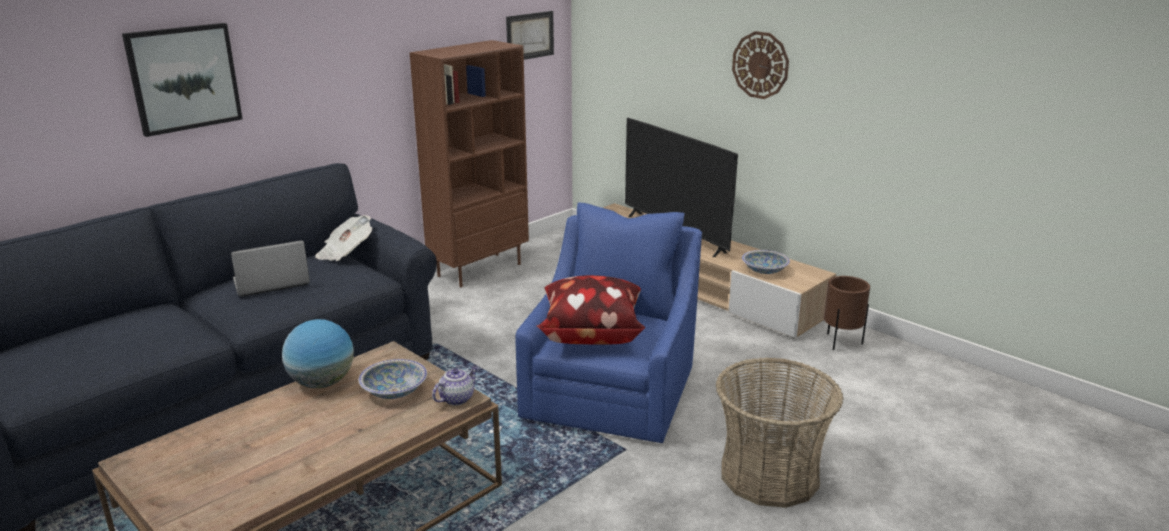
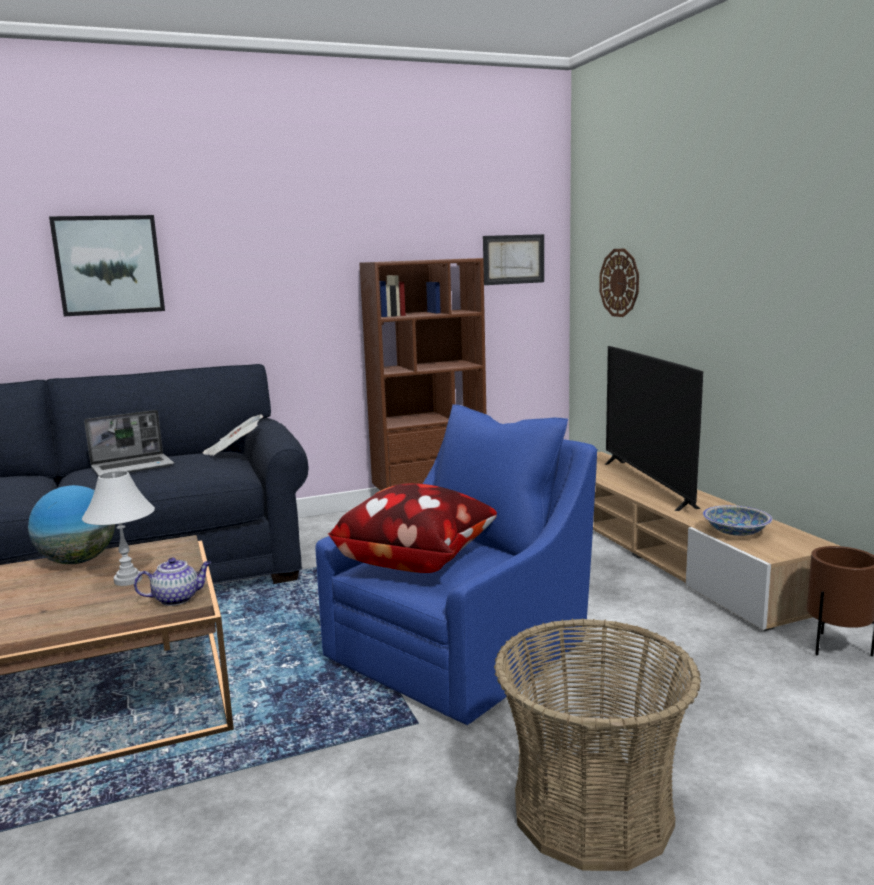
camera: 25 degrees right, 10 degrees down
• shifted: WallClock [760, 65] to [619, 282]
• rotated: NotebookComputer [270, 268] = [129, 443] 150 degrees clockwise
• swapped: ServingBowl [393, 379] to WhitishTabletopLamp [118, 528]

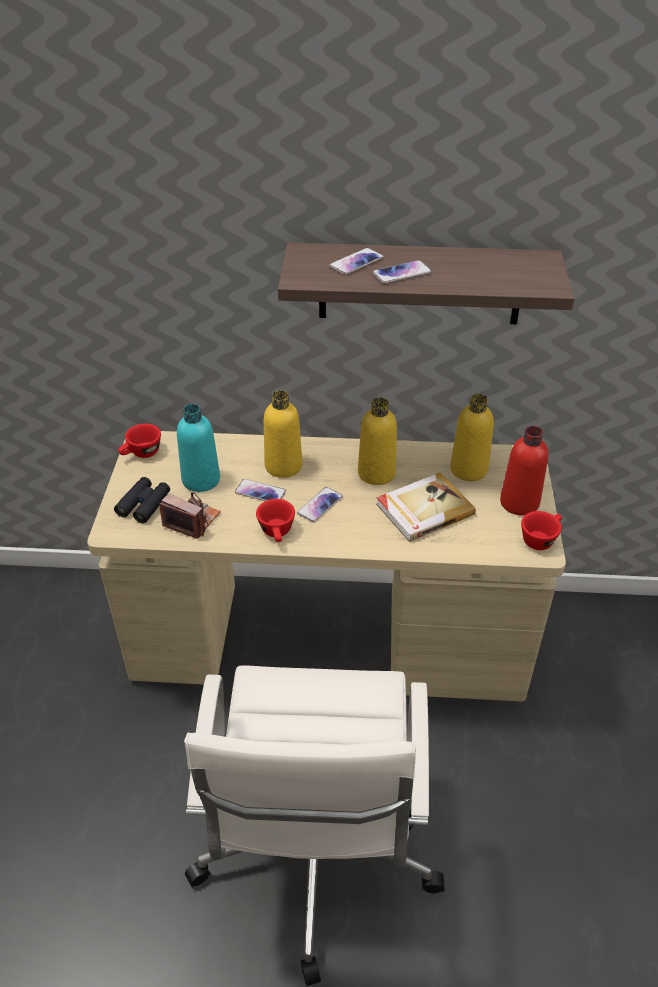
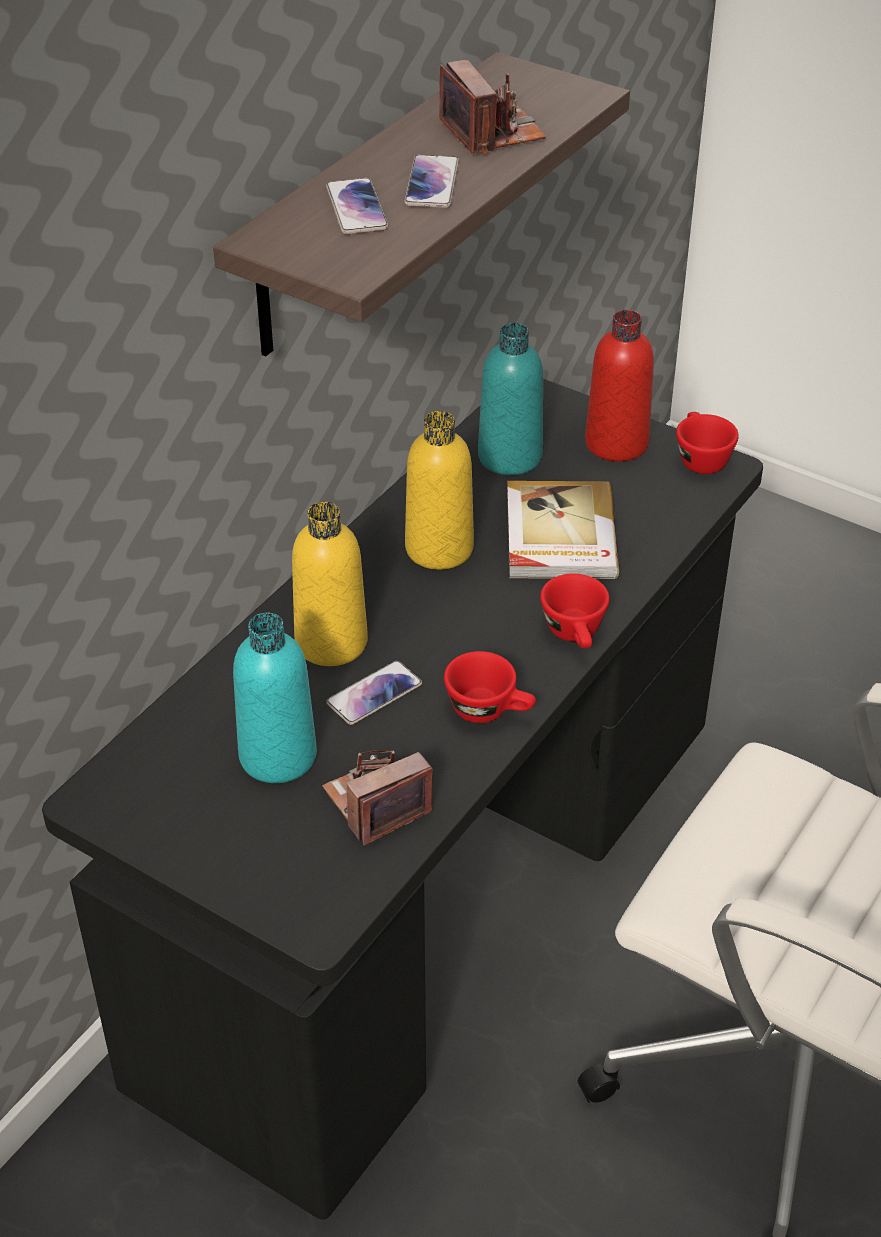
camera: 60 degrees left, 0 degrees up
• repainted: YellowishBeverageBottle [472, 437] to TurquoiseBeverageBottle [510, 399]
• shifted: RedColouredDrinkingCup [139, 441] to [575, 611]
• repainted: BeigeDesk [326, 566] to BlackishDesk [402, 799]
• gone: BlackishPairOfBinoculars [142, 500]
• gone: Telephone [320, 505]
• new: StillCamera [492, 107]

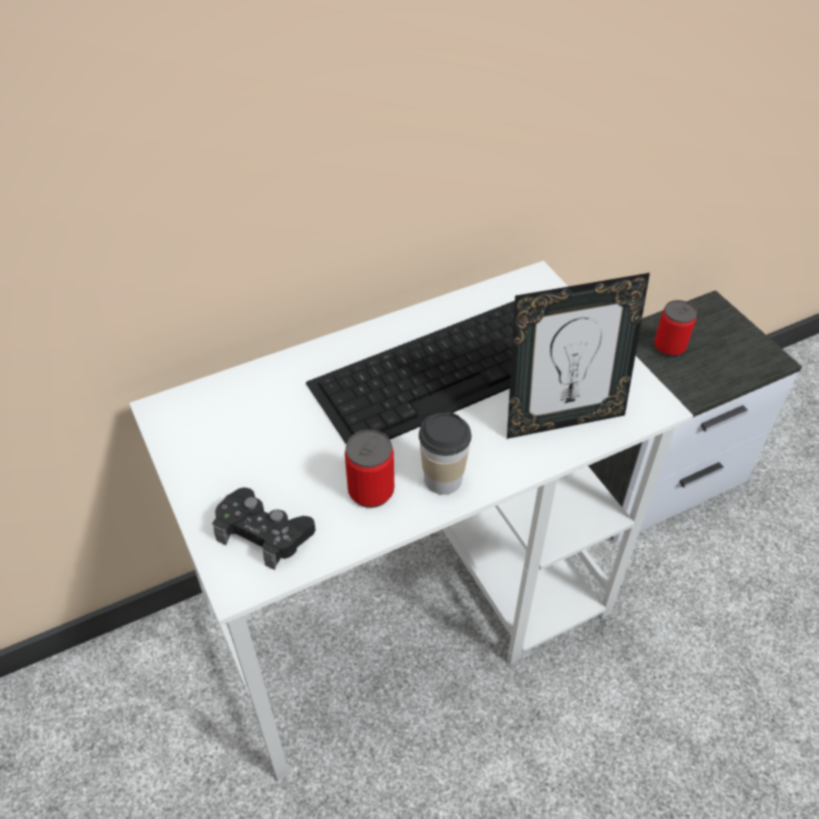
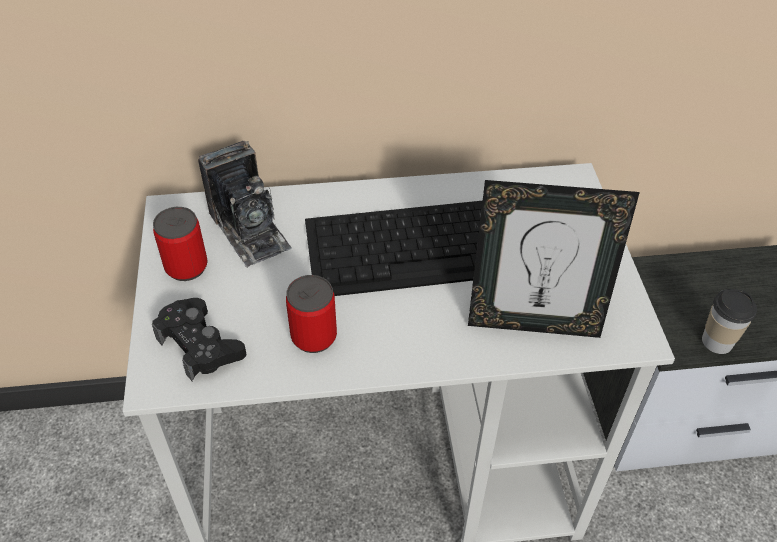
camera: 20 degrees right, 0 degrees up
• shifted: SealedCan [675, 328] to [180, 244]
• shifted: DrinkingCup [445, 453] to [729, 321]
• new: StillCamera [244, 204]

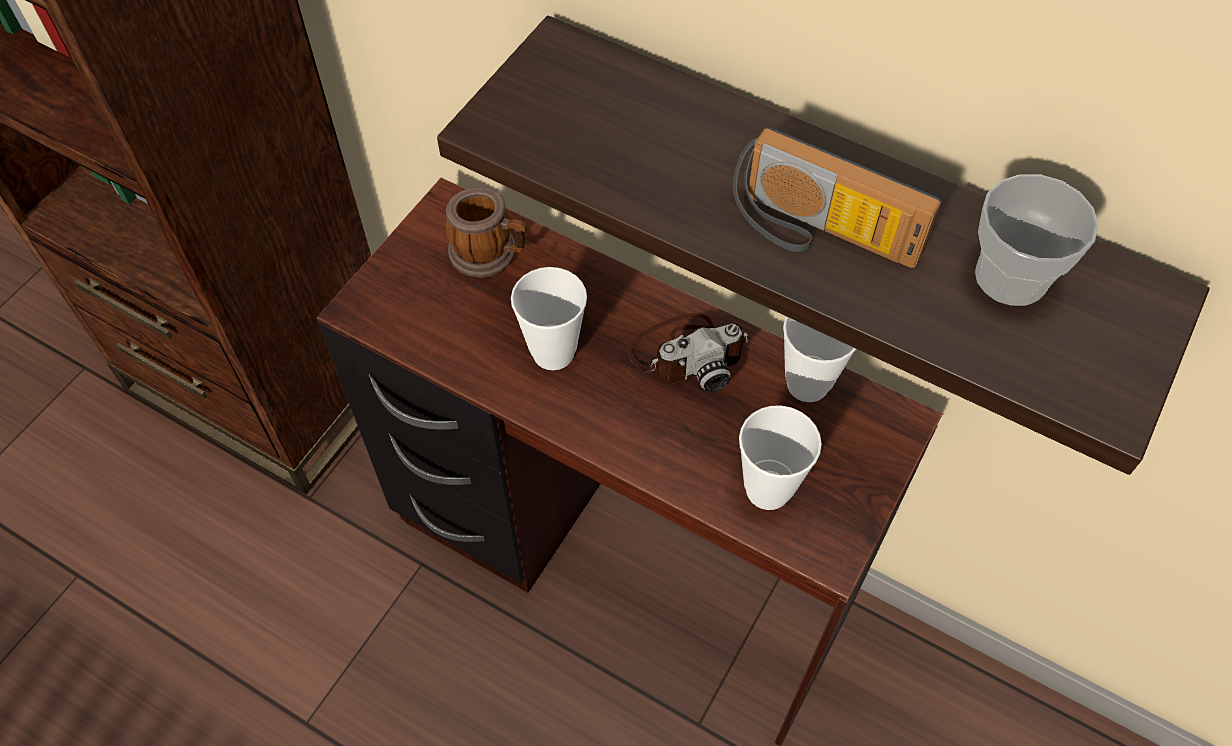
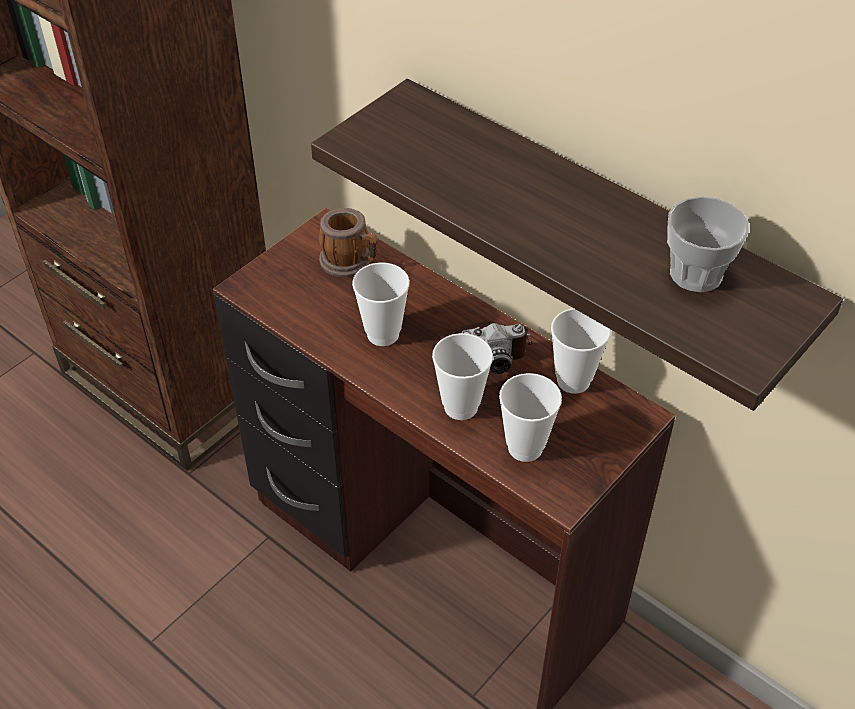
camera: 10 degrees right, 10 degrees down
• gone: RadioReceiver [837, 197]
• new: DrinkingCup [462, 376]

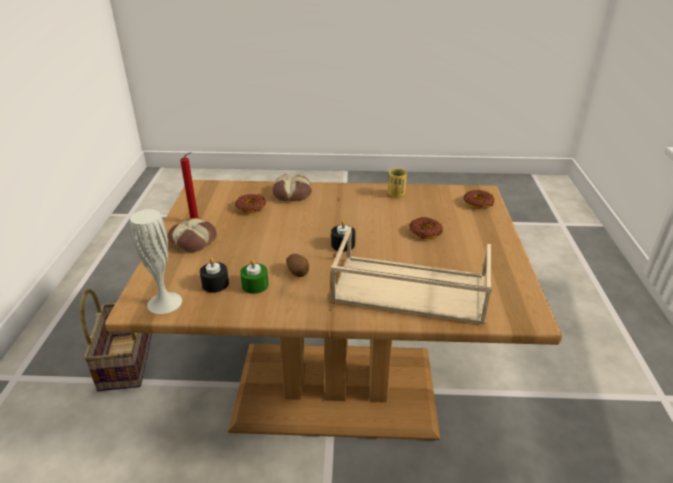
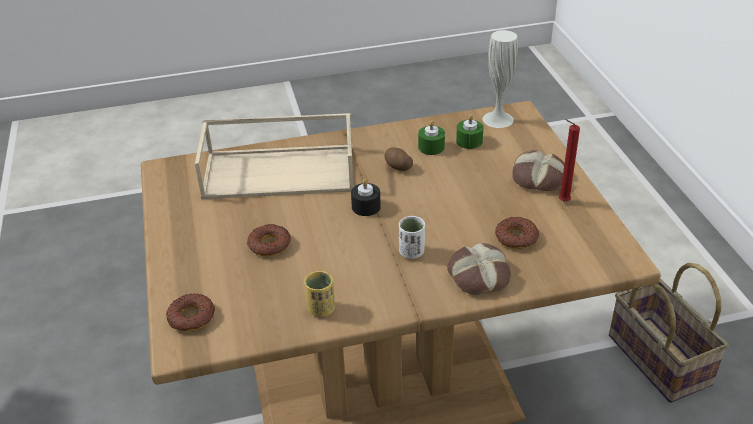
camera: 165 degrees right, 5 degrees up
• repainted: BlackishWaxLight [214, 275] to GreenWaxLight [470, 131]
• new: WhitishDrinkingCup [412, 237]

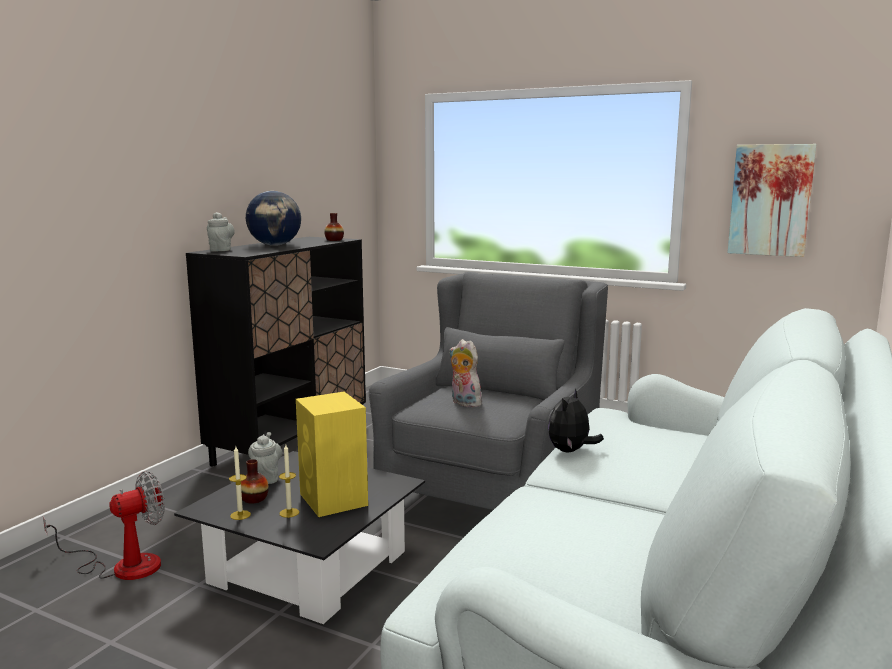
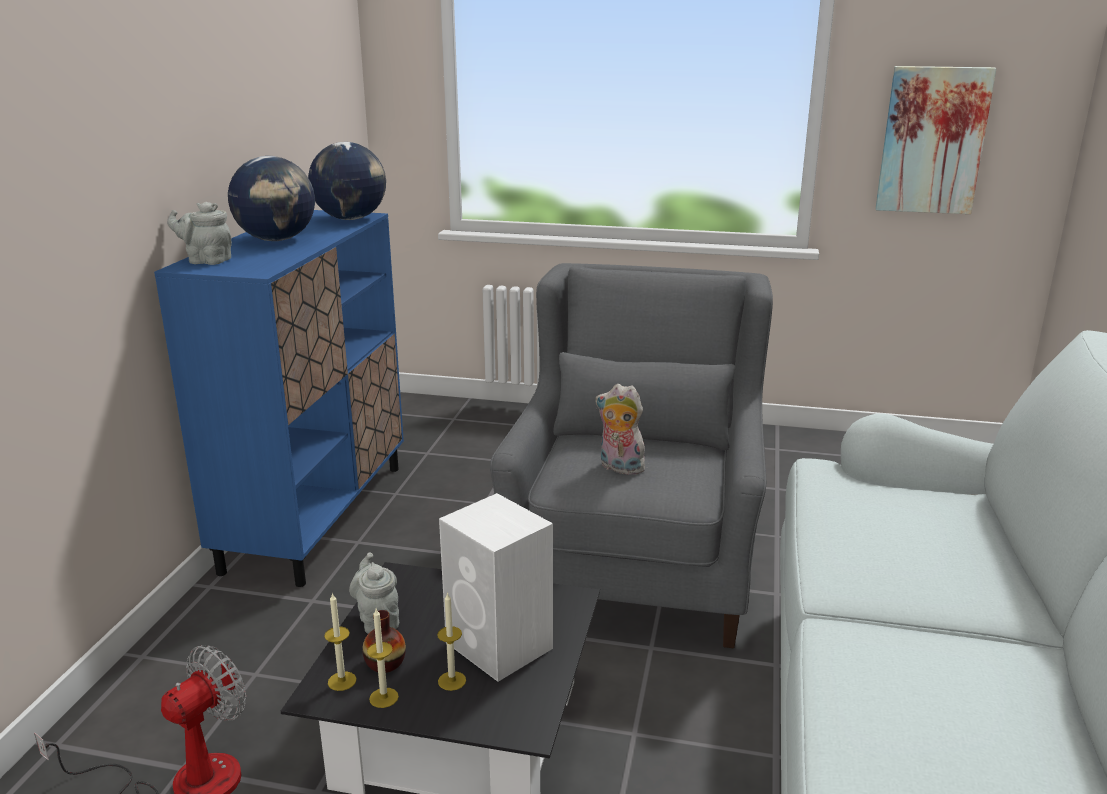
camera: 15 degrees left, 10 degrees up
• rotated: GrayTeapot [221, 232] = [199, 233] 60 degrees counterclockwise
• swapped: Vase [334, 227] to Globe [347, 181]
• repainted: BlackishCupboard [276, 351] to BlueColouredCupboard [279, 398]
• gone: CuddlyToy [576, 420]
• repainted: YellowishAudioSpeaker [332, 454] to WhitishAudioSpeaker [496, 587]
• new: WaxLight [340, 641]

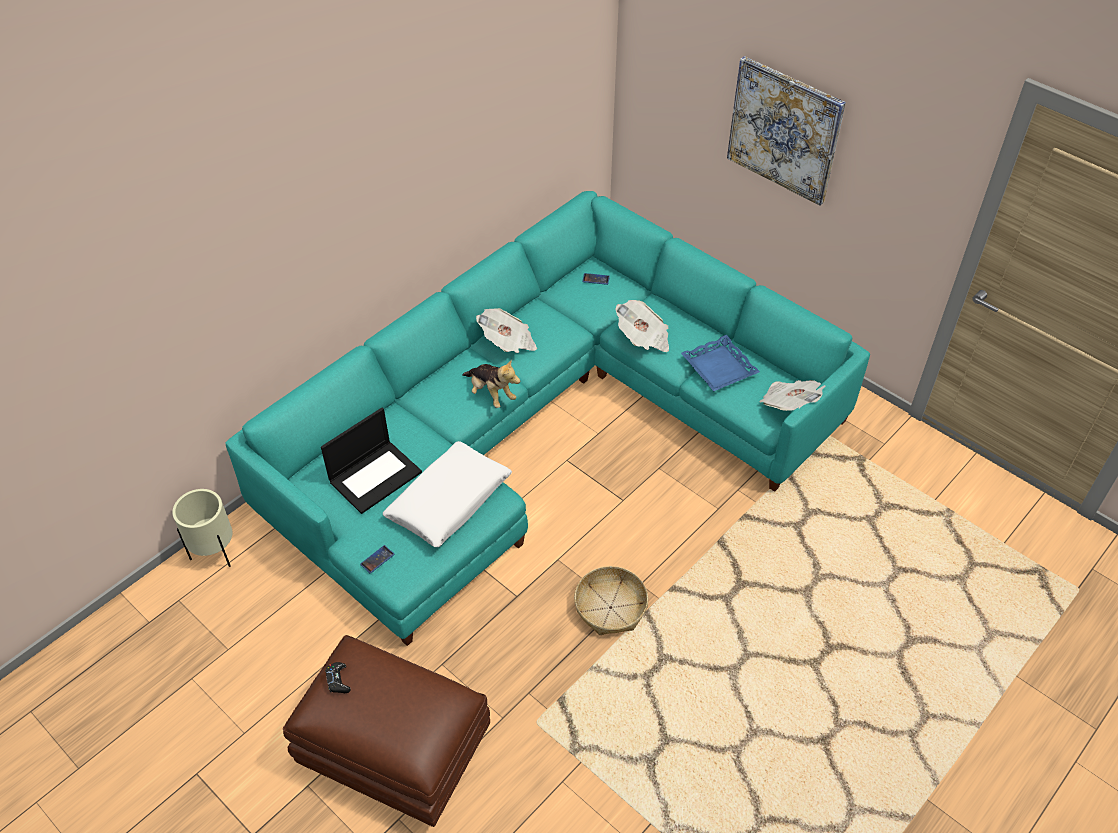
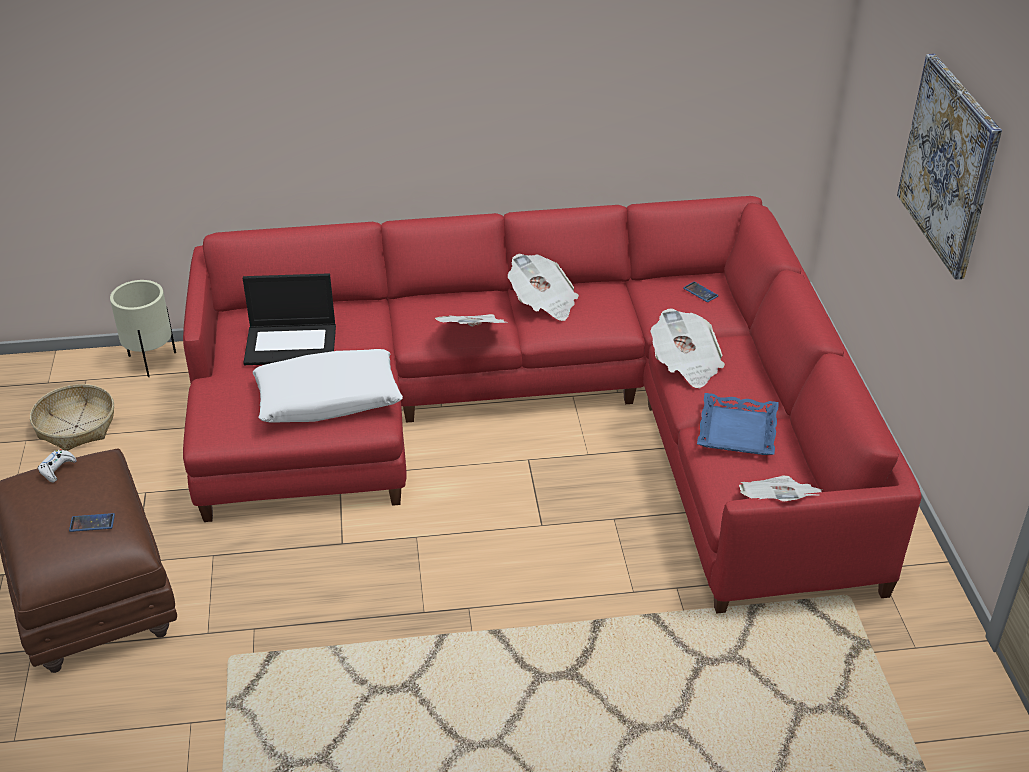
camera: 40 degrees right, 10 degrees down
• repainted: TurquoiseCouch [548, 418] to RedColouredCouch [552, 405]
• swapped: CuddlyToy [491, 384] to Newspaper [470, 320]
• shifted: Telephone [377, 559] to [92, 522]
• shifted: HouseholdBasket [611, 600] to [72, 417]
• repainted: BlackishGamepad [338, 677] to WhitishGamepad [57, 465]

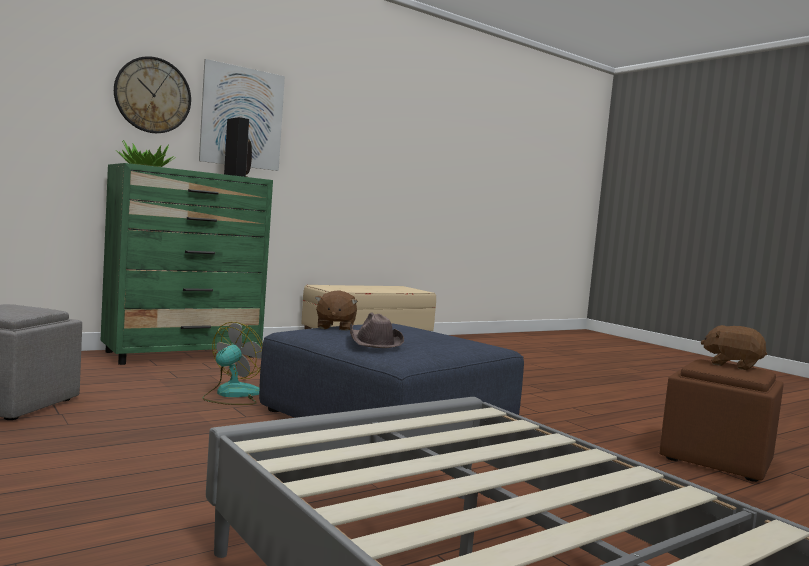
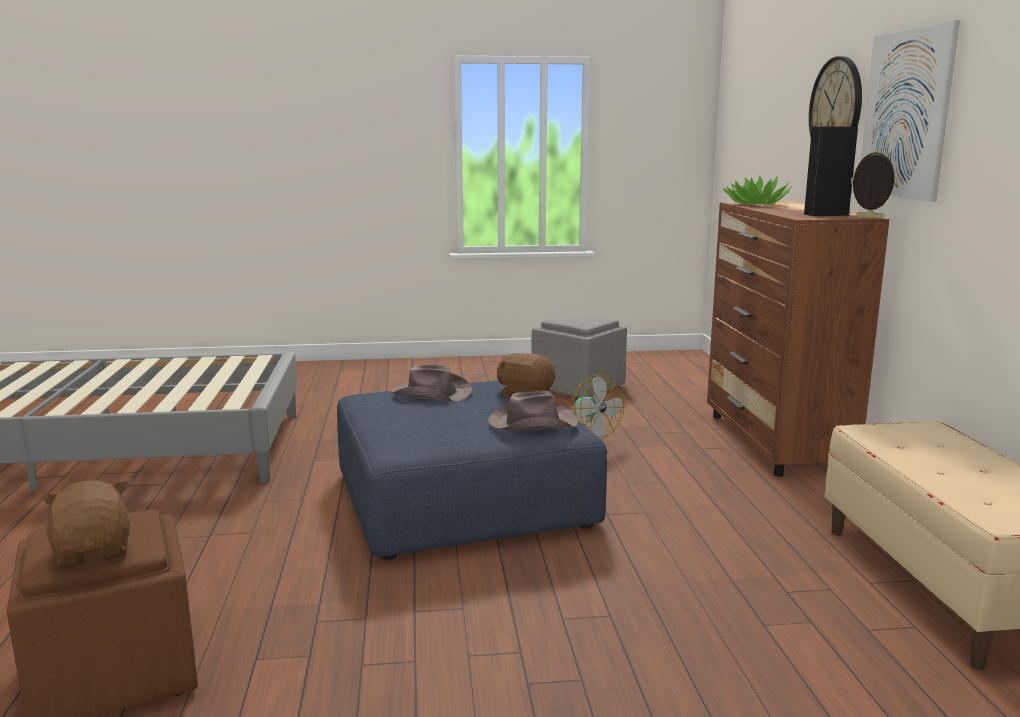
camera: 120 degrees right, 10 degrees up
• repainted: GreenChestOfDrawers [187, 264] to BrownishChestOfDrawers [798, 339]
• rotated: BrownishCuddlyToy [734, 347] = [85, 524] 90 degrees counterclockwise
• new: BrownishHat [533, 410]

